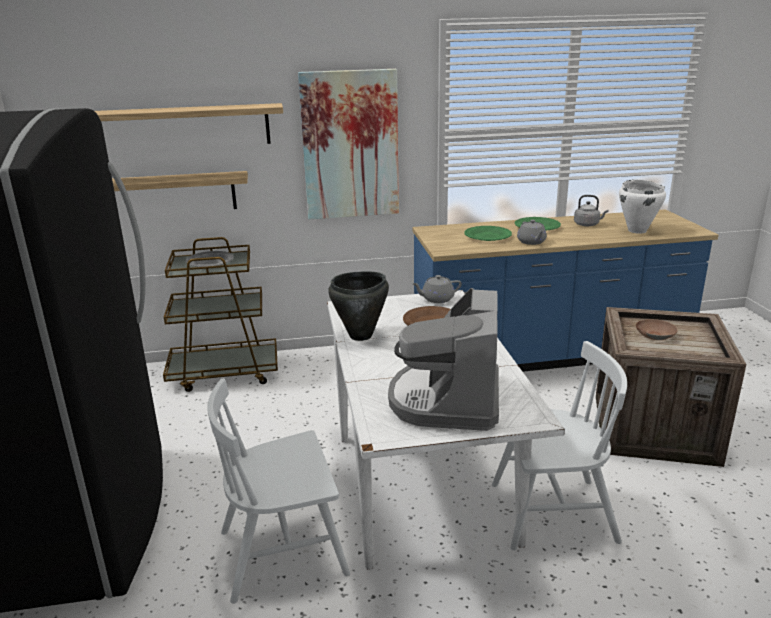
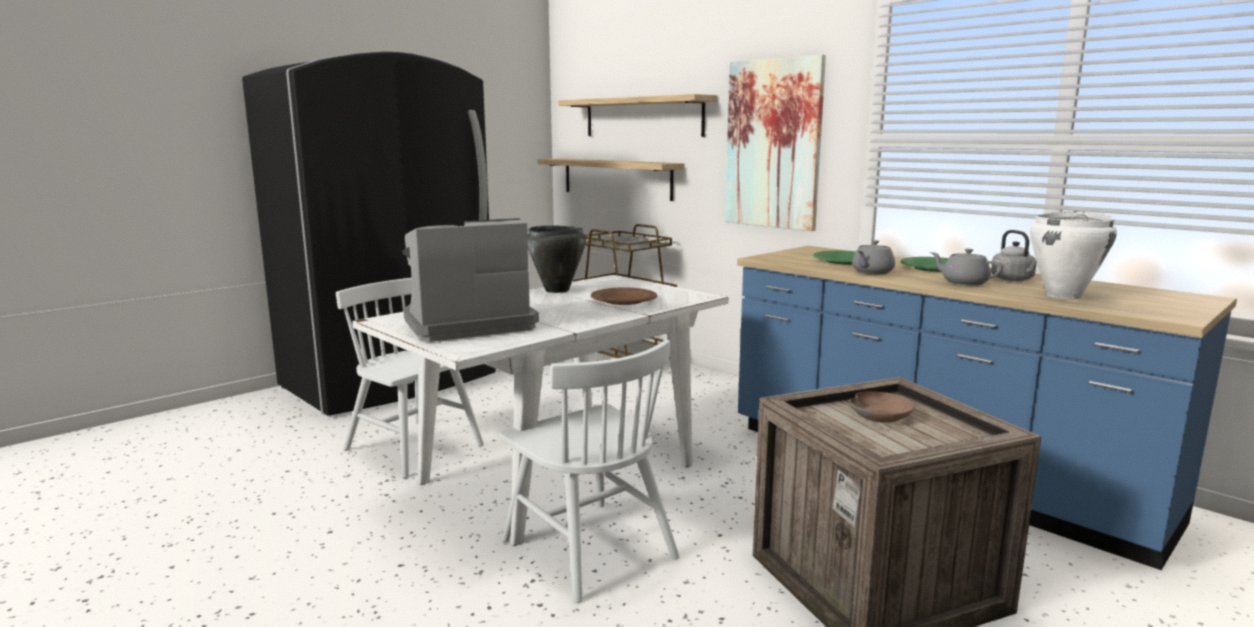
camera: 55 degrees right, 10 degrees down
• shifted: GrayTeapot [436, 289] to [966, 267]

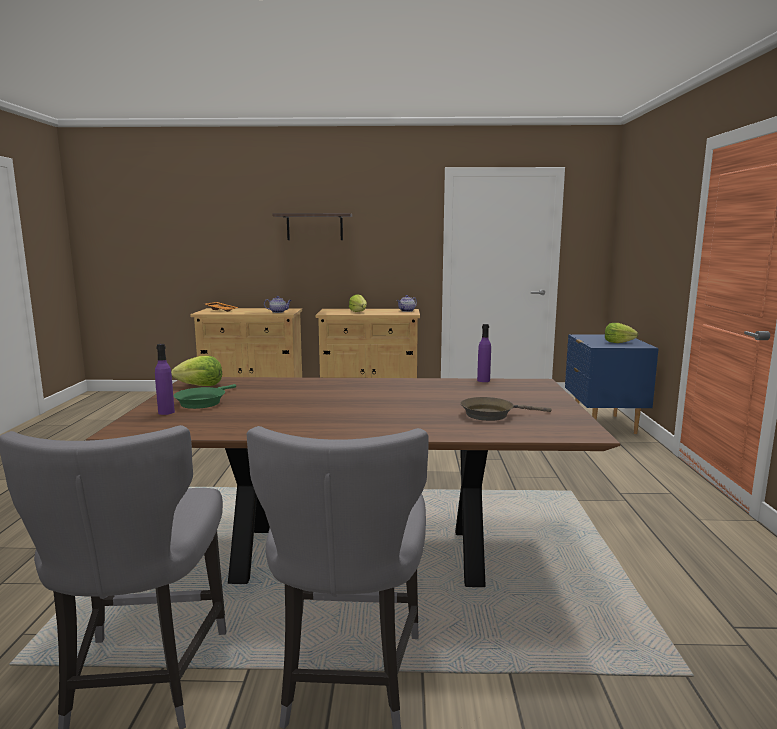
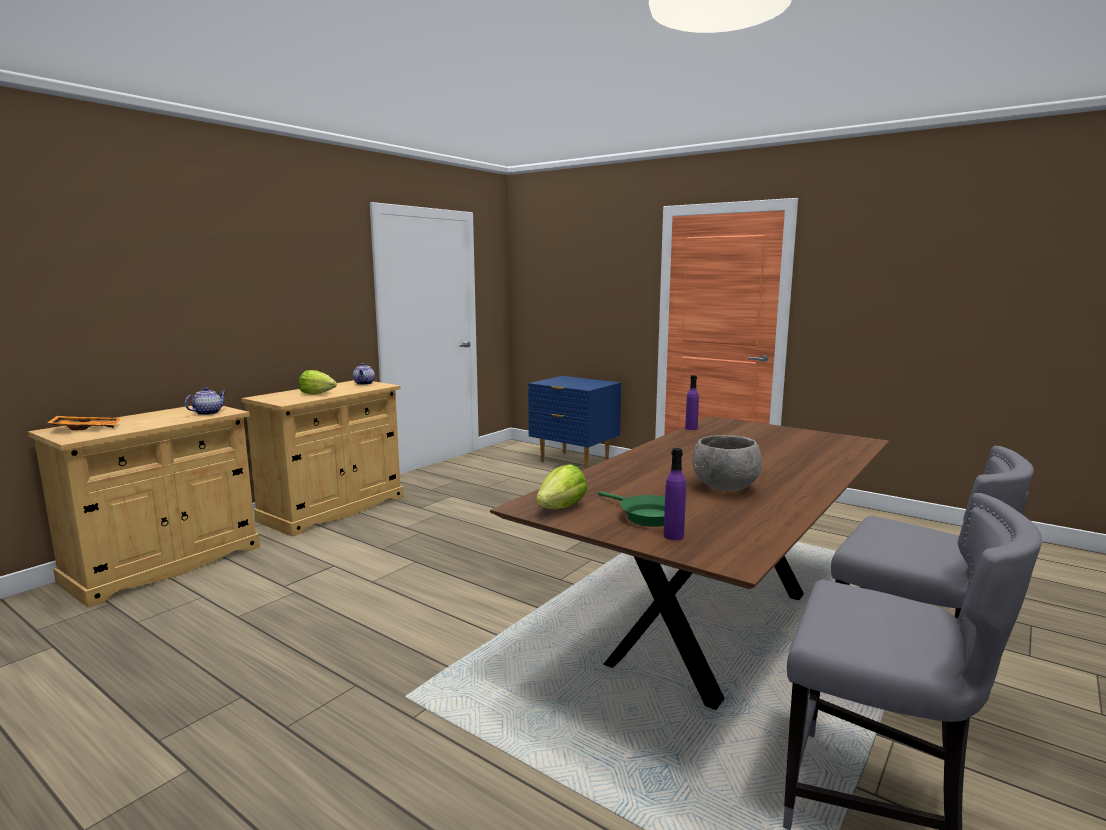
camera: 55 degrees left, 0 degrees up
• gone: WallShelf [312, 226]
• gone: LettuceHead [621, 333]
• gone: BrownishSkillet [506, 409]
• new: GrayServingBowl [727, 463]

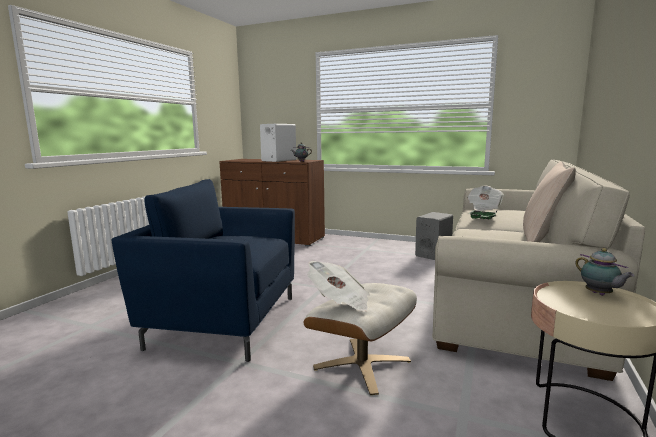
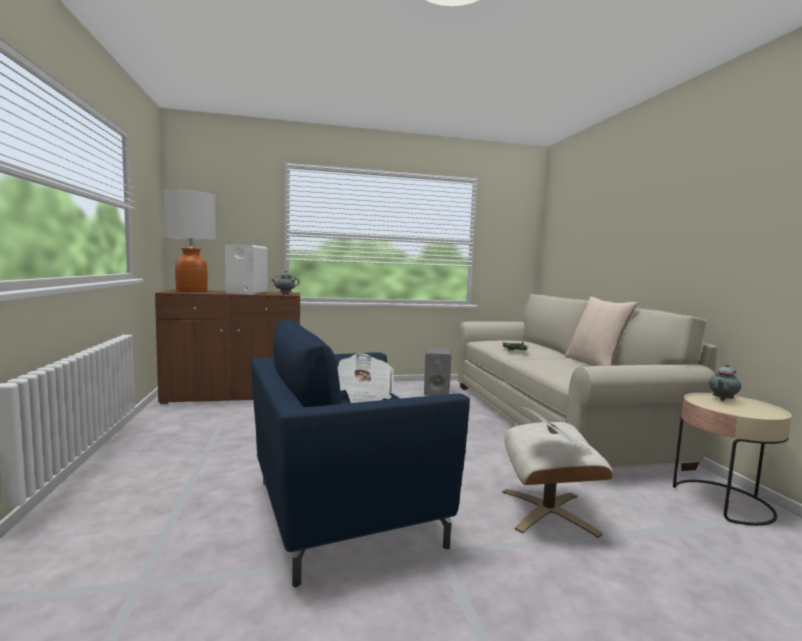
camera: 35 degrees left, 5 degrees down
• shifted: Newspaper [485, 198] to [365, 378]
• rotated: Teapot [605, 272] = [725, 382] 105 degrees clockwise
• new: TabletopLamp [190, 241]

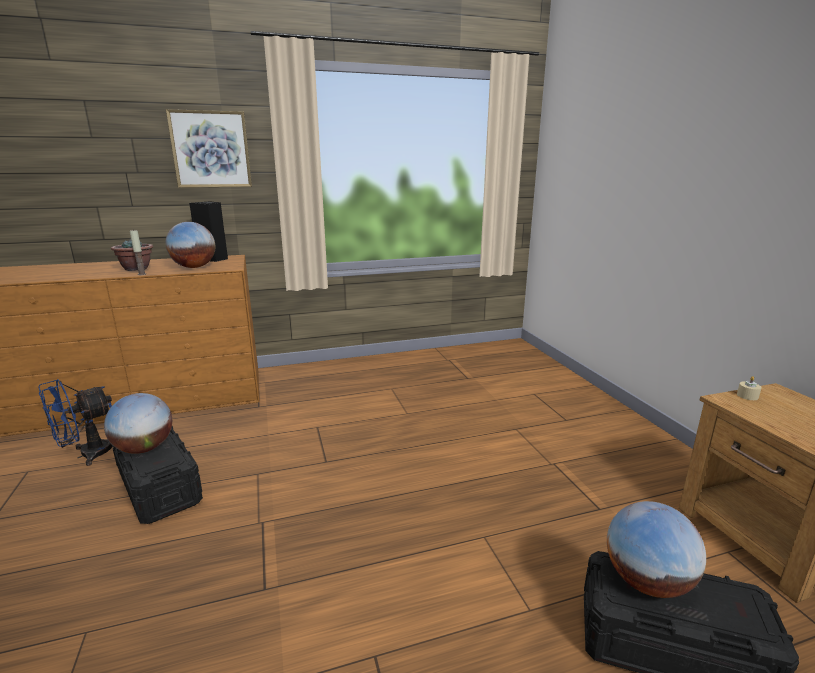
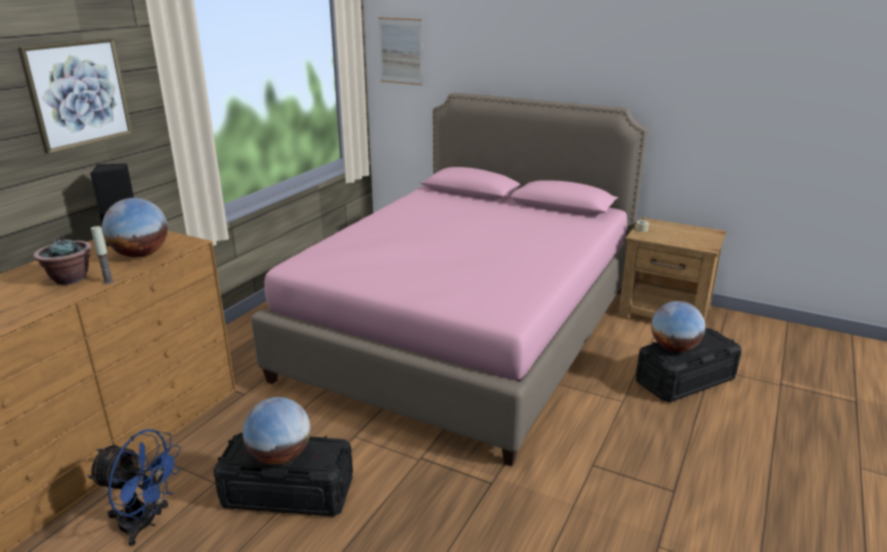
camera: 45 degrees left, 5 degrees up
• rotated: BlueColouredElectricFan [75, 422] = [134, 487] 75 degrees counterclockwise
• new: WallPicture [400, 51]
• new: PinkColouredSleepingBed [449, 279]

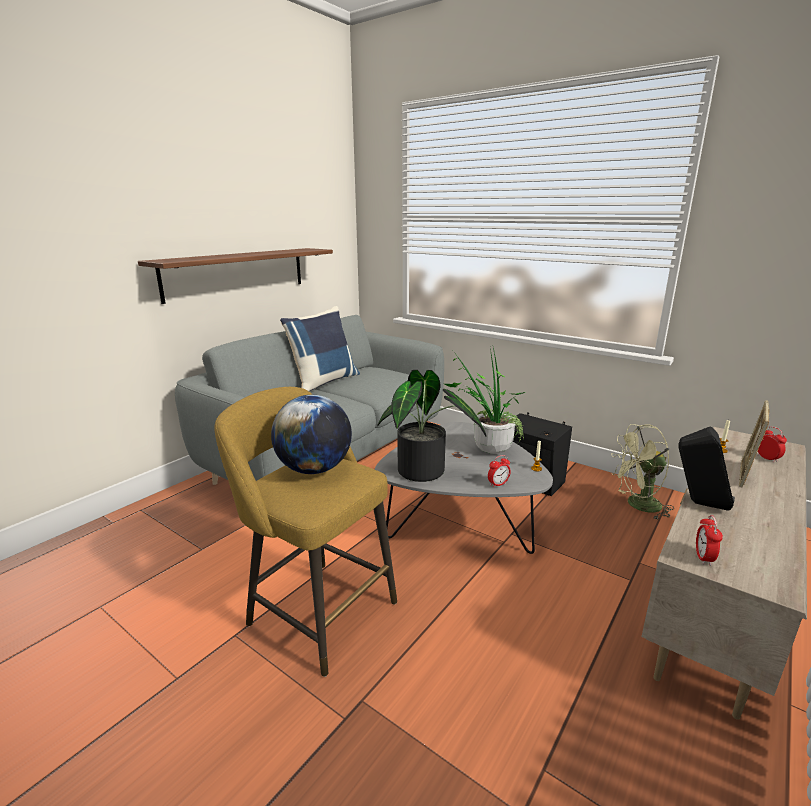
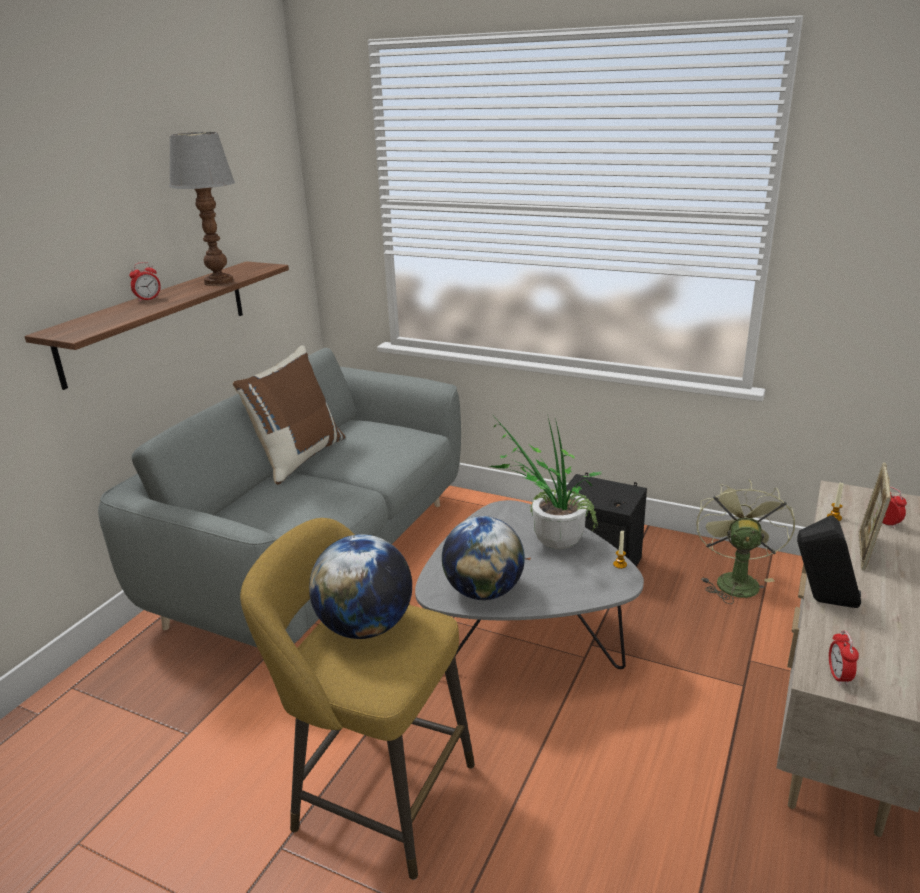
camera: 10 degrees left, 5 degrees up
• repainted: BlueColouredThrowPillow [320, 349] to BrownishThrowPillow [289, 415]
• swapped: PlantInAPot [431, 426] to Globe [483, 558]
• rotated: GreenElectricFan [642, 472] = [745, 542] 120 degrees clockwise
• shifted: AlarmClock [499, 471] to [145, 282]
• new: TabletopLamp [202, 209]

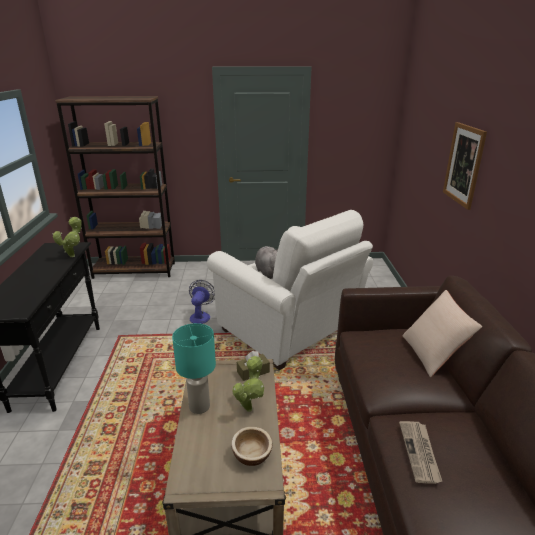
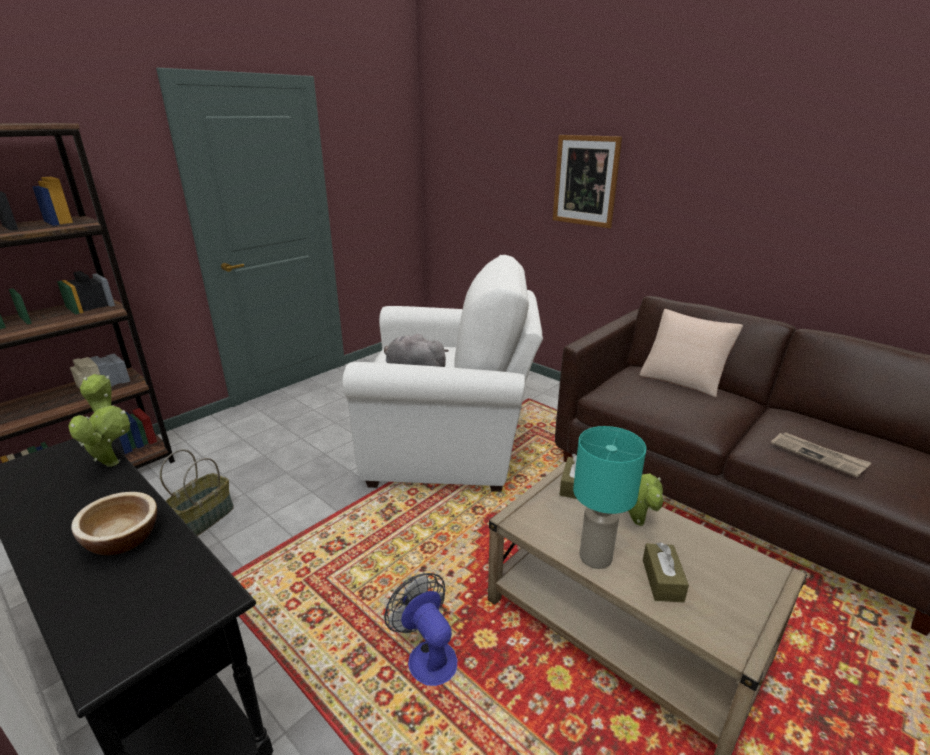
camera: 45 degrees left, 0 degrees up
• shifted: ElectricFan [202, 302] to [421, 629]
• shifted: ServingBowl [252, 446] to [114, 523]
• new: HouseholdBasket [197, 492]
• new: BrownishBoxOfTissues [666, 572]

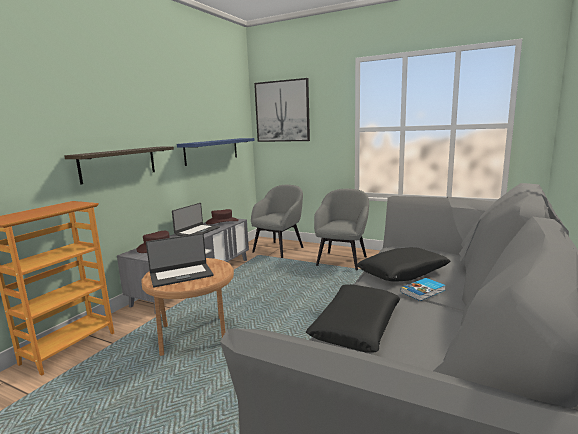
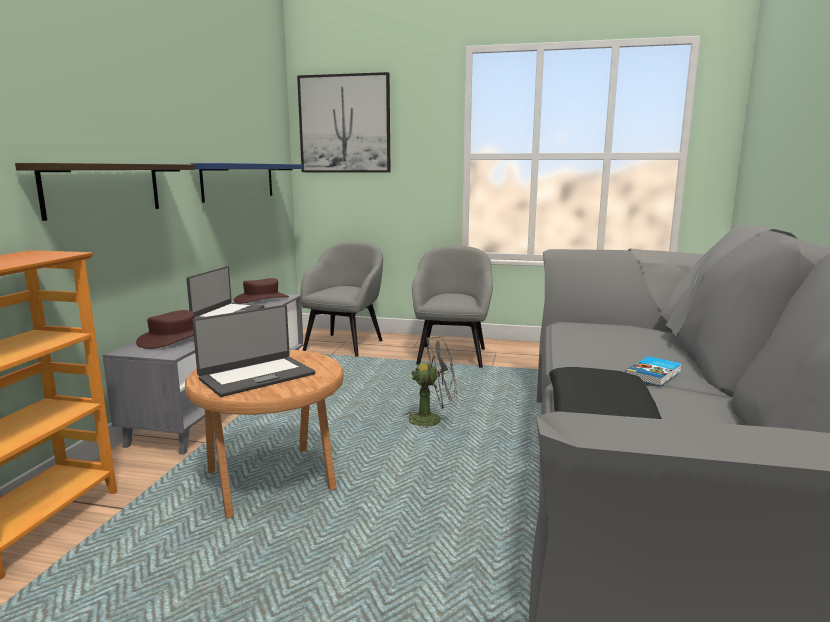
camera: 15 degrees left, 0 degrees up
• gone: BlackishThrowPillow [403, 264]
• new: GrayElectricFan [430, 382]

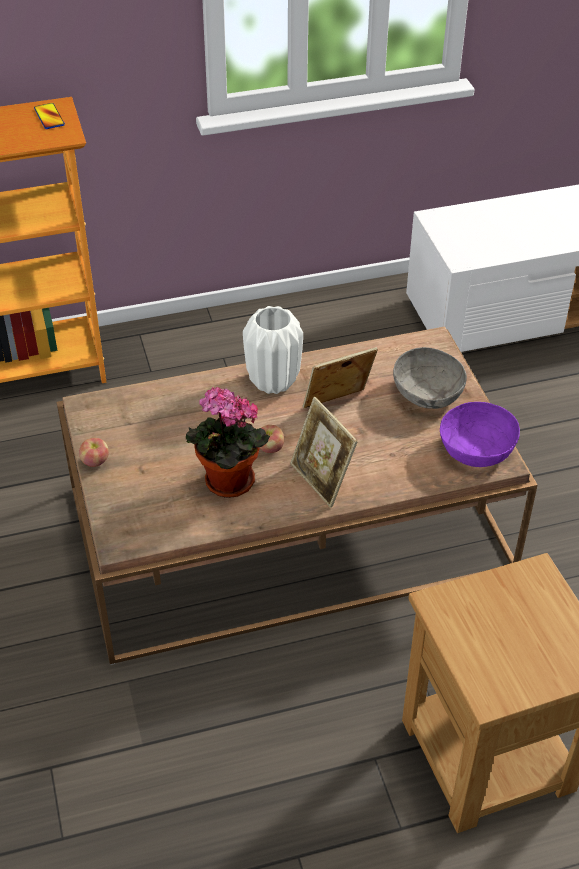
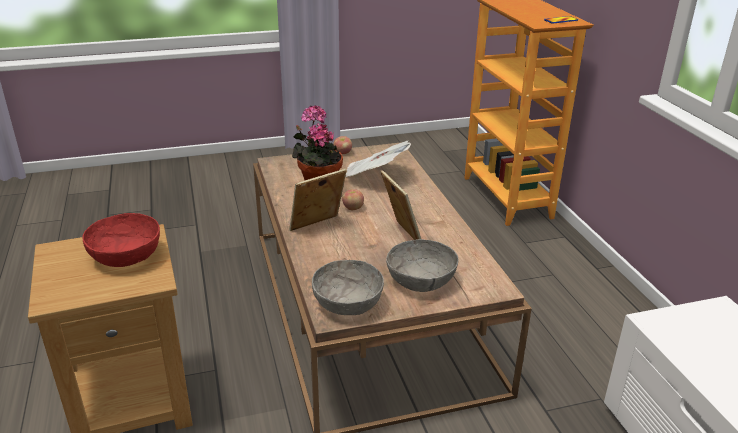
camera: 90 degrees right, 15 degrees down
• gone: WhitishVase [273, 350]
• repainted: PurplishServingBowl [480, 434] to GrayServingBowl [348, 287]
• new: Newspaper [378, 158]
• new: RedColouredServingBowl [121, 240]

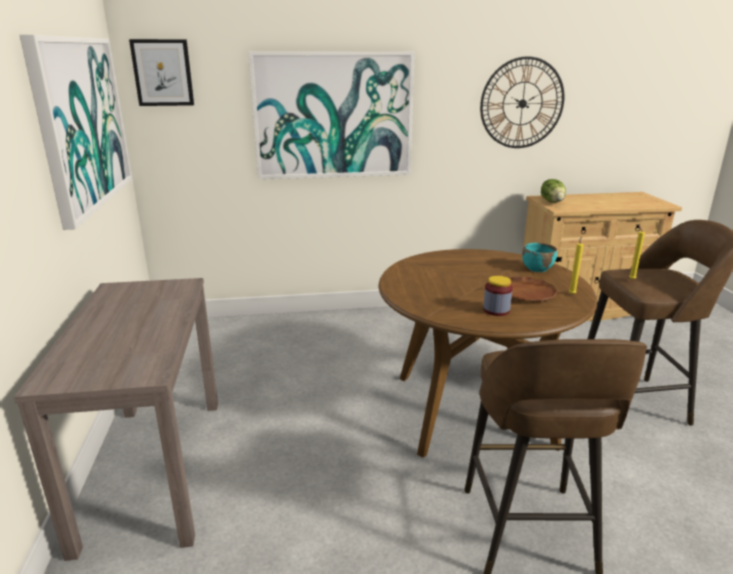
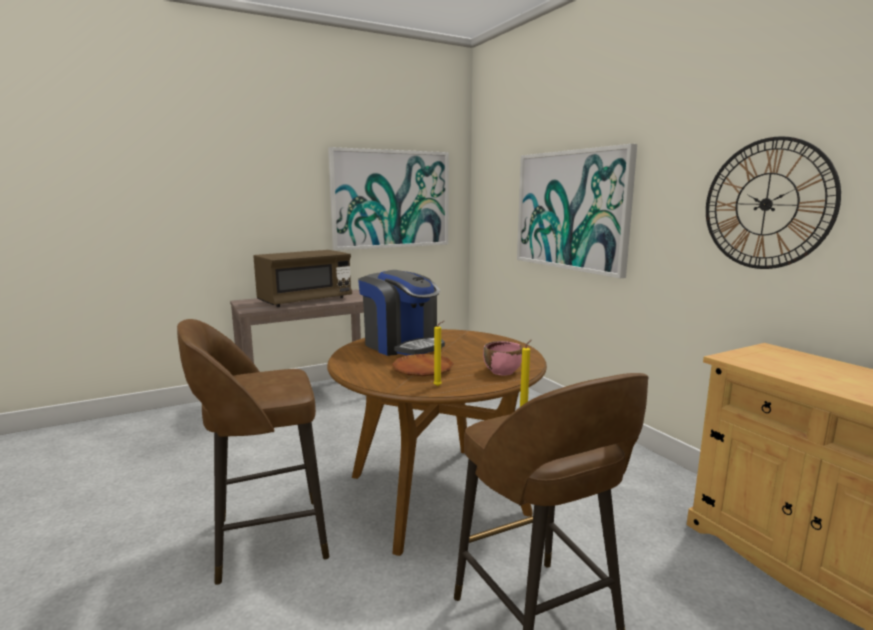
camera: 70 degrees right, 10 degrees down
• gone: WallPicture [161, 72]
• gone: LettuceHead [553, 191]
• repainted: TurquoiseServingBowl [539, 257] to PinkColouredServingBowl [502, 358]
• gone: PreserveJar [498, 296]
• new: BrownishKitchenMicrowave [302, 278]
• new: CoffeeMachine [401, 313]

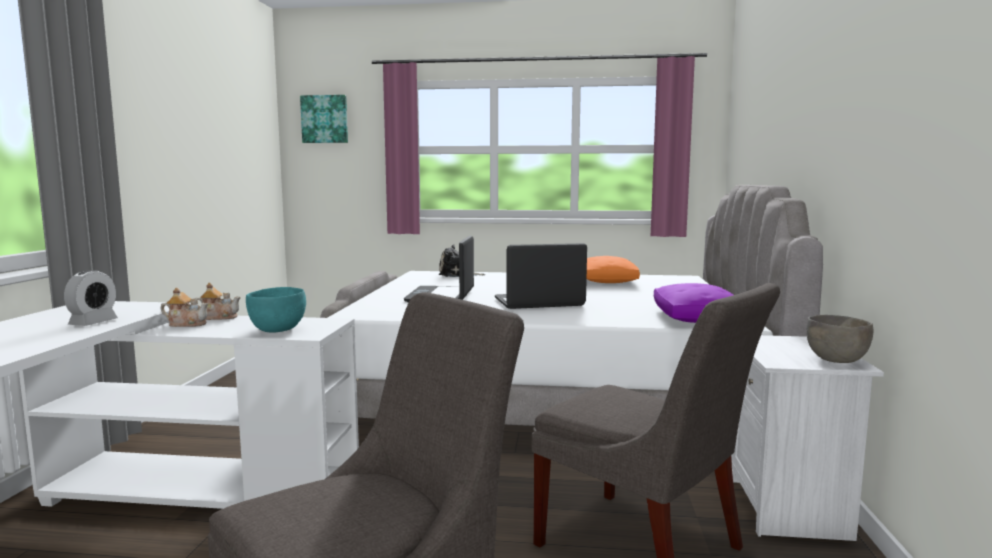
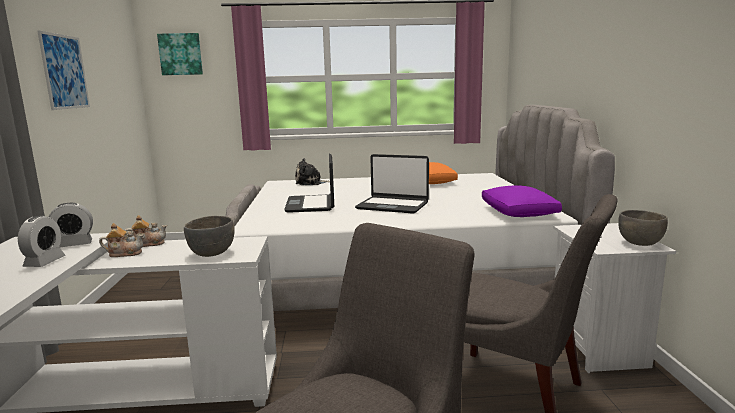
camera: 10 degrees left, 5 degrees up
• rotated: NotebookComputer [541, 276] = [392, 184] 135 degrees counterclockwise
• repainted: TurquoiseServingBowl [276, 309] to GrayServingBowl [209, 236]
• new: WallPicture [63, 70]
• new: AlarmClock [70, 225]

